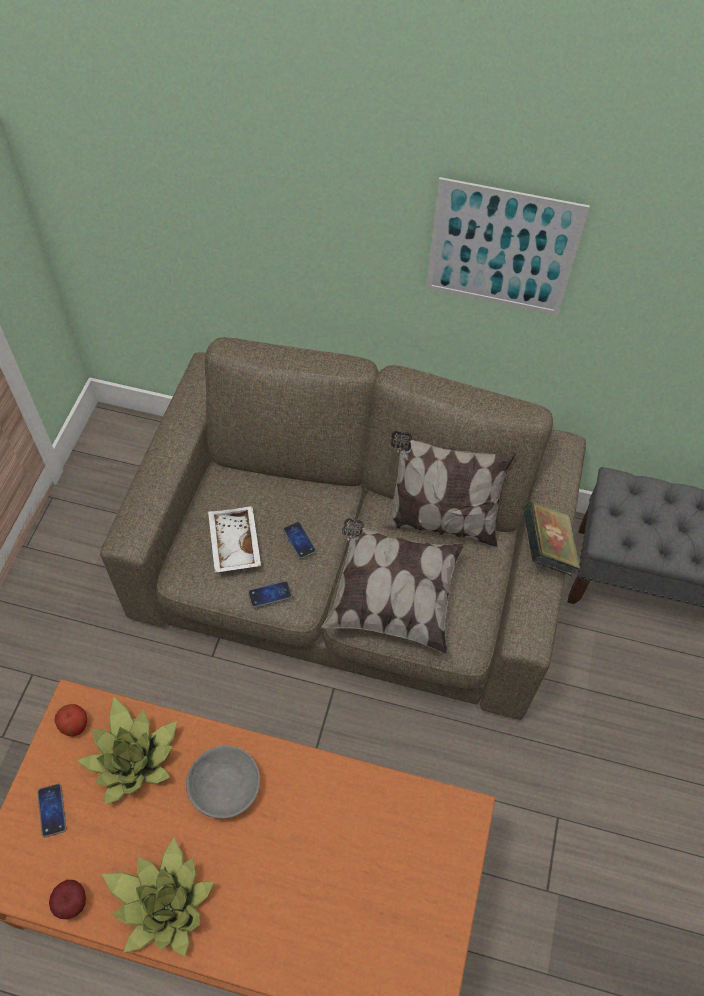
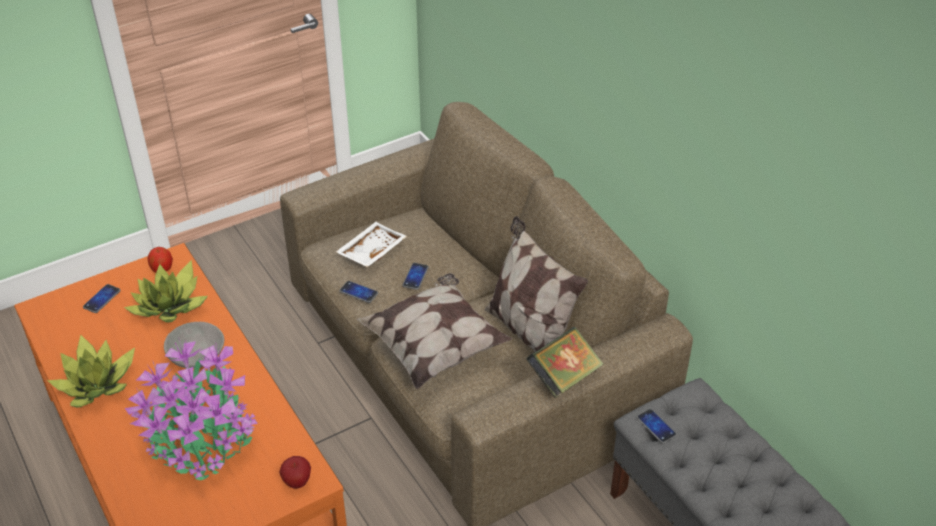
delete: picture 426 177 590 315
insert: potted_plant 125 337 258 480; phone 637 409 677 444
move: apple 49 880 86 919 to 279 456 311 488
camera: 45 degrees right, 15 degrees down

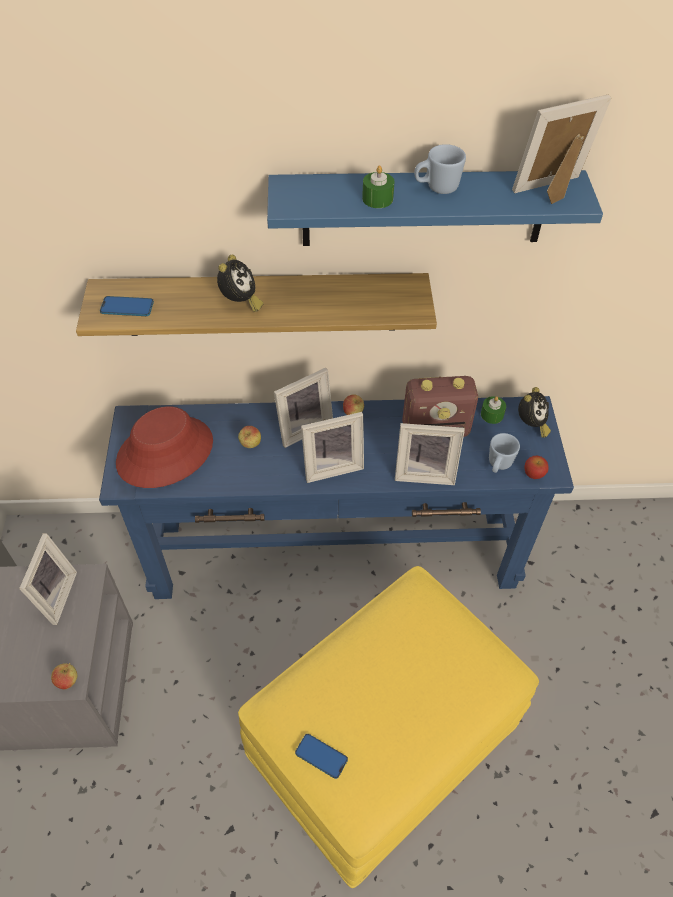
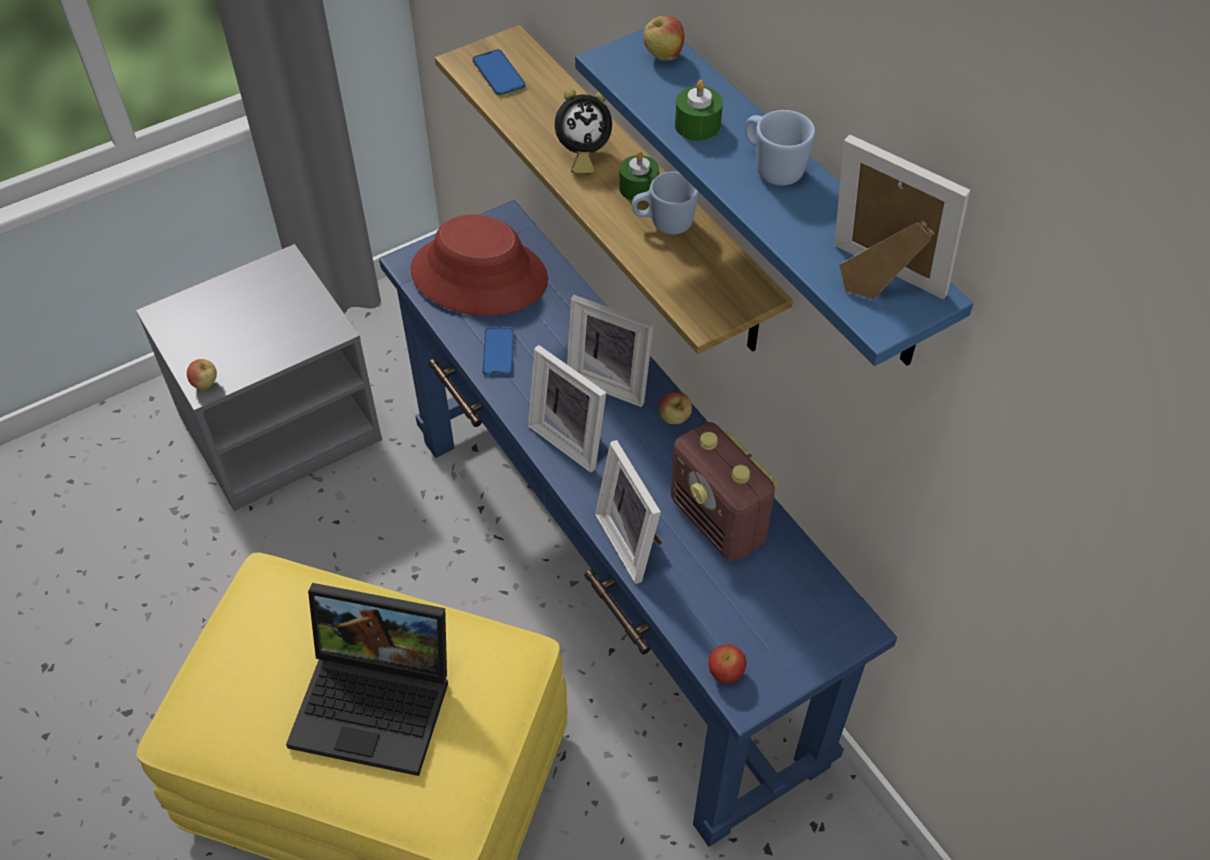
delete: picture_frame 19 533 77 625; alarm_clock 518 387 551 438
insert: laptop 286 583 448 776
move: apple 238 426 261 448 to 643 16 684 61; phone 295 734 348 779 to 483 328 514 375; green_candle 481 396 506 424 to 619 151 659 202; blue_mug 489 433 520 473 to 632 172 699 235
camera: 60 degrees right, 0 degrees up

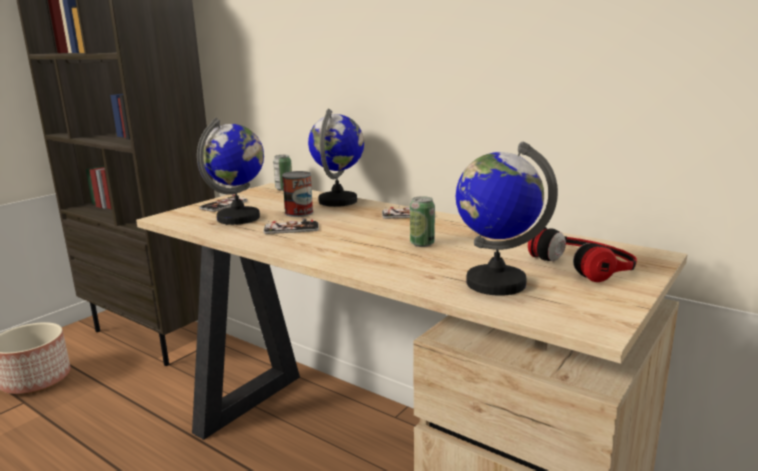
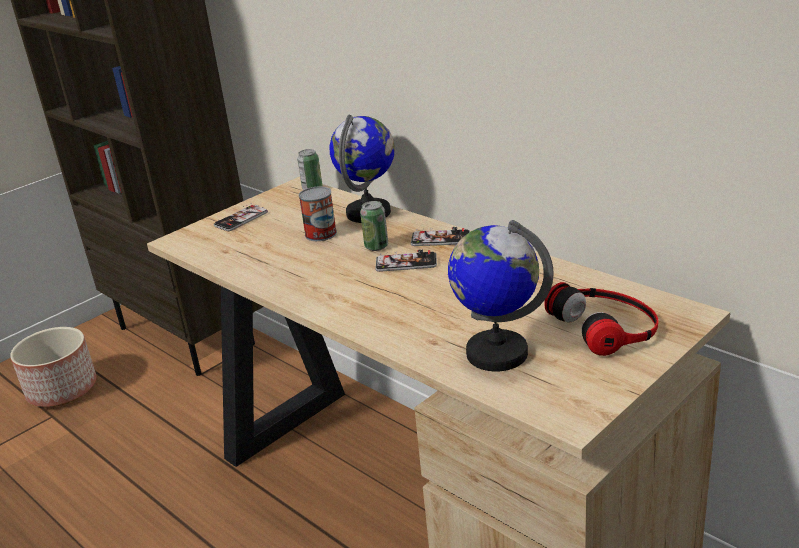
delete: globe 197 118 264 225
move: phone 263 218 319 234 to 375 249 437 272; can 410 196 435 247 to 360 201 388 251
camera: 10 degrees right, 10 degrees up

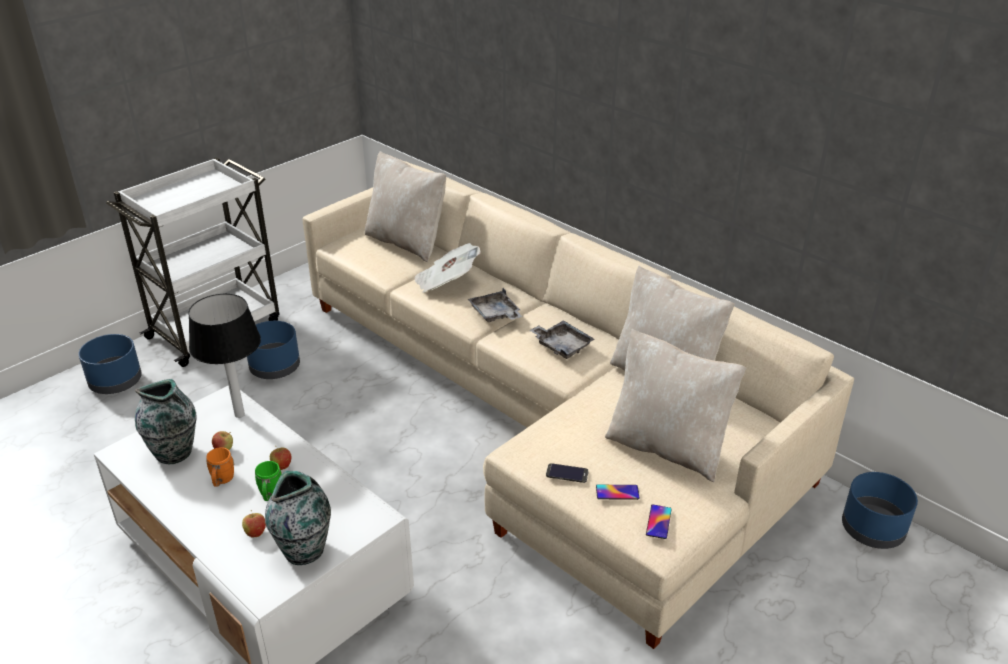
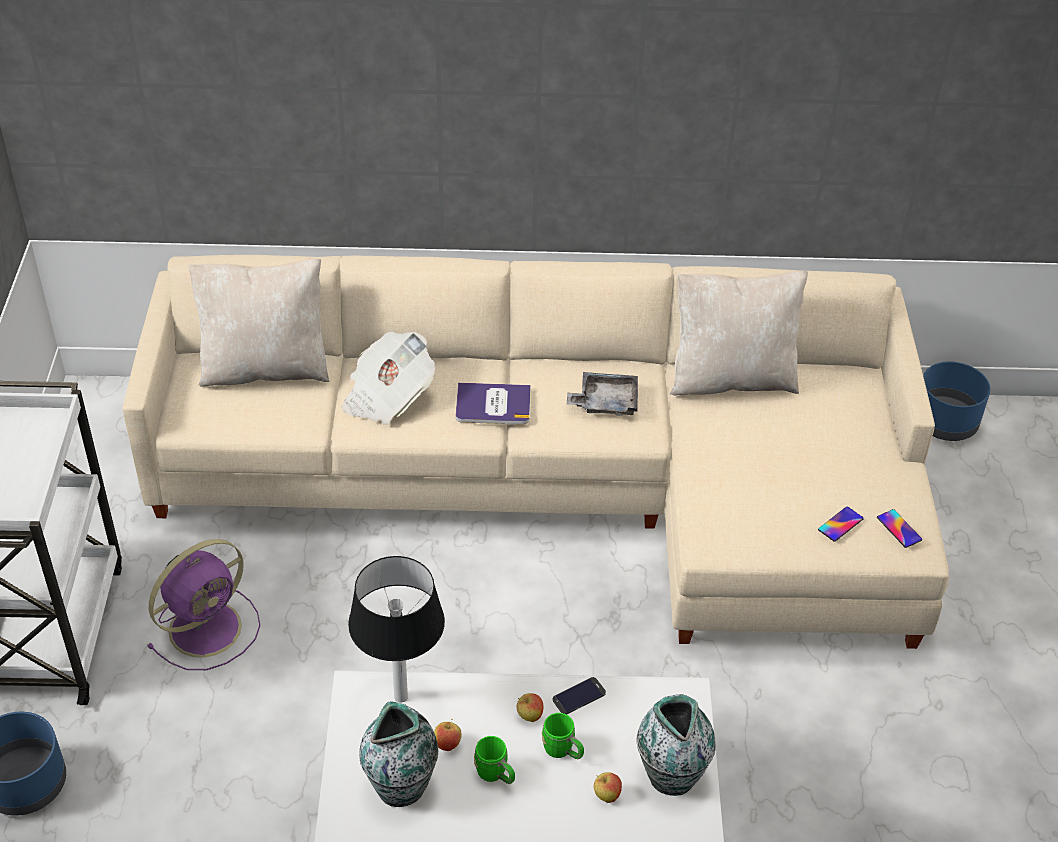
delete: beige_pillow 605 329 746 482
move: phone 546 463 589 483 to 553 677 606 715
replace: blue_planter 247 321 300 379 to purple_fan 147 539 260 670; grey_tray 468 288 522 322 to book 456 383 531 425
recolor: orange_mug 206 447 234 487 to green_mug 474 736 515 784
camera: 45 degrees left, 10 degrees up

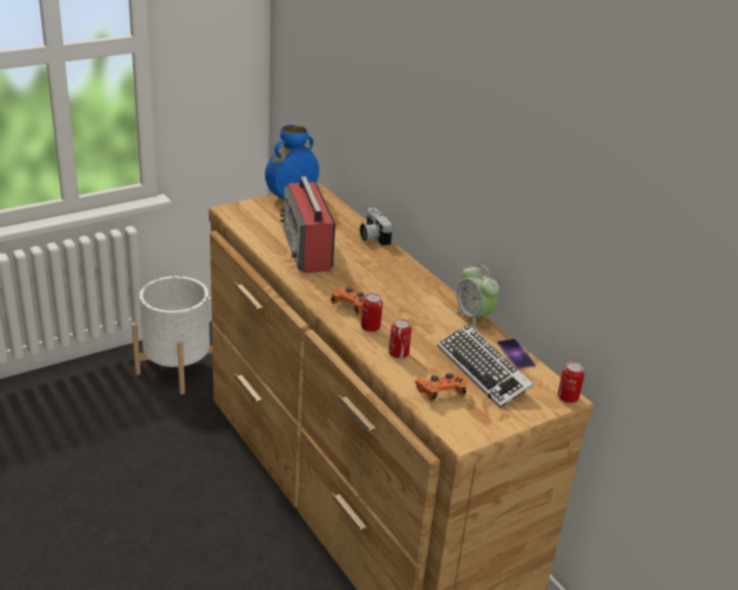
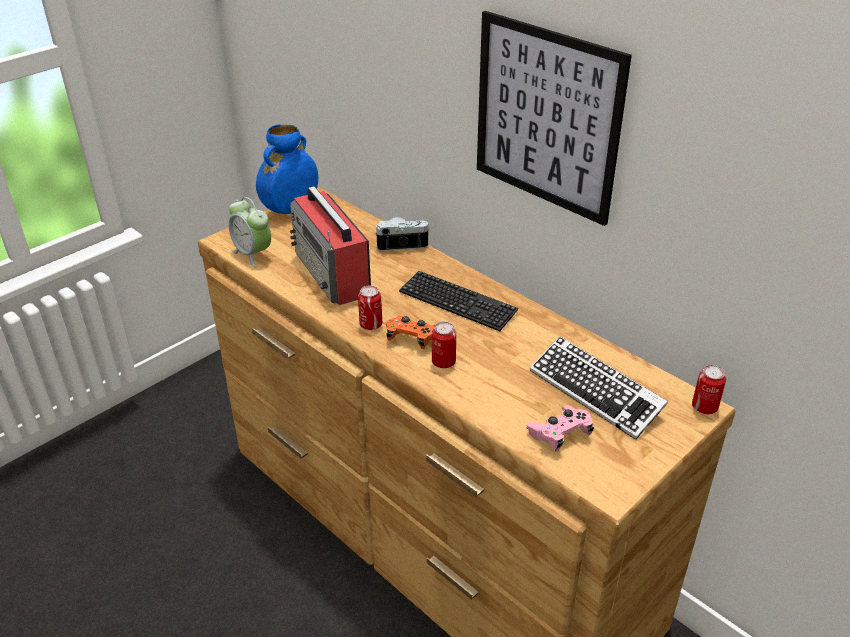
delete: white_planter 132 276 213 394; phone 497 339 536 369
insert: keyboard 399 271 518 331; picture 477 11 632 226
move: can 389 319 412 359 to 358 285 382 330; alarm_clock 454 265 499 330 to 229 197 271 267
recolor: orange_game_controller 415 373 467 402 to pink_game_controller 526 405 594 451
rotate: photo_camera 360 208 393 247 = 375 217 430 251 120 degrees clockwise
camera: 10 degrees left, 5 degrees up

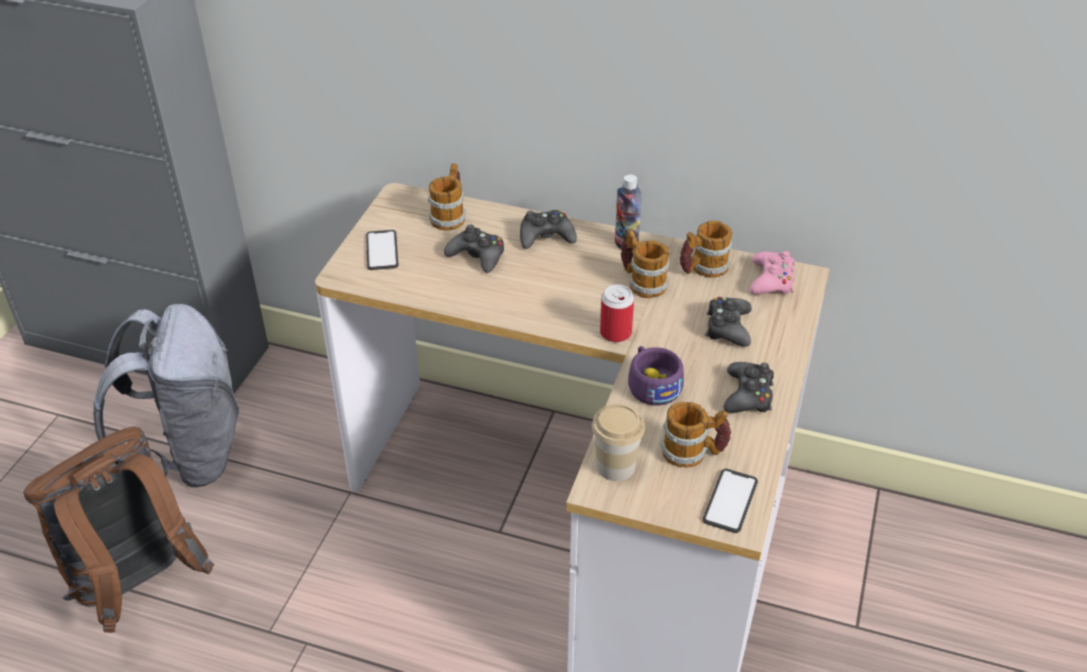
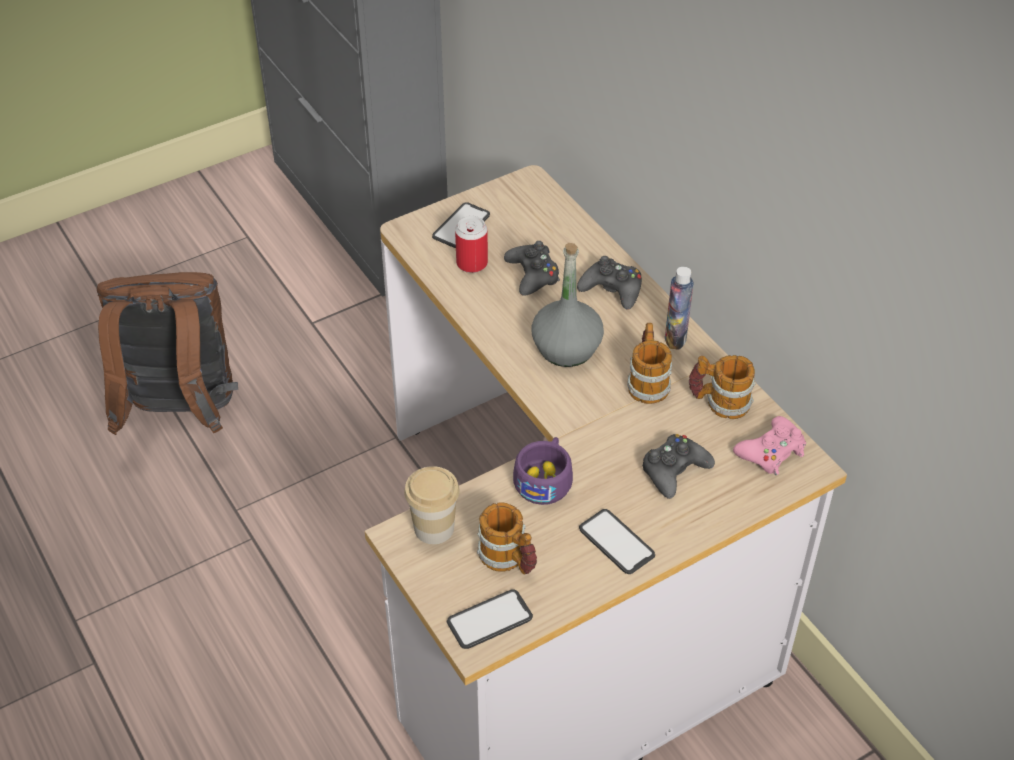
delete: grey_backpack 93 304 239 488; mug 428 163 466 230
insert: grey_bottle 531 243 604 367
move: can 600 284 634 342 to 455 216 488 273
replace: black_game_controller 724 362 774 413 to phone 579 509 655 574
camera: 40 degrees right, 5 degrees up

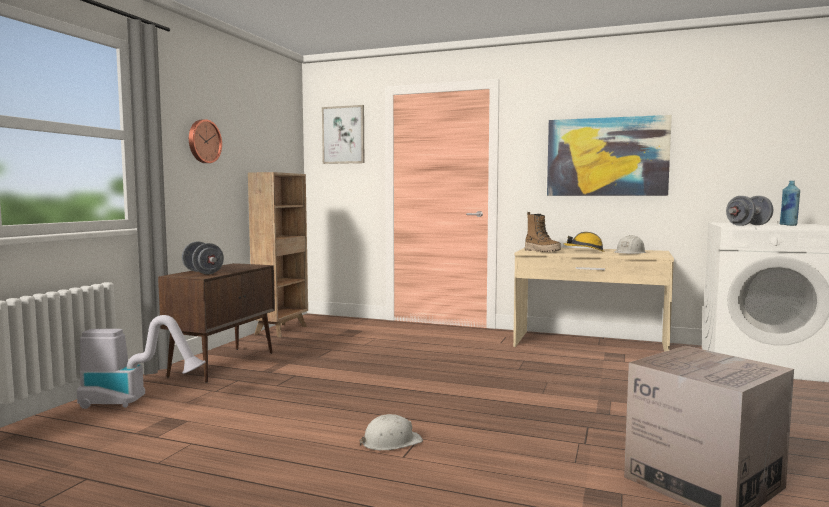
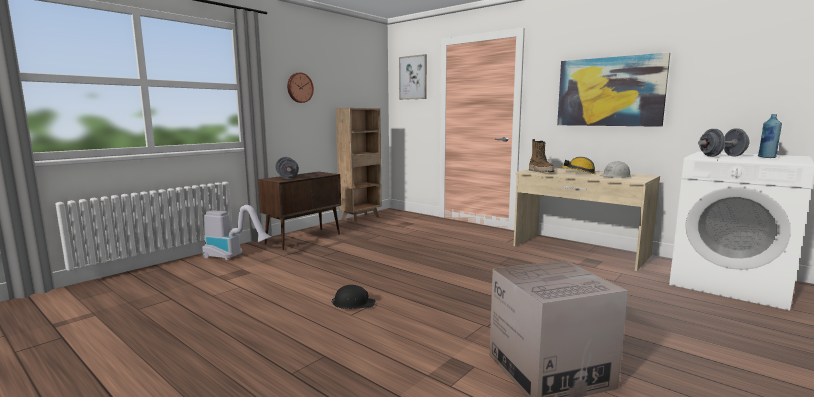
recolor: white_hard_hat 360 414 423 450 to black_hard_hat 330 285 375 309
camera: 20 degrees right, 5 degrees up

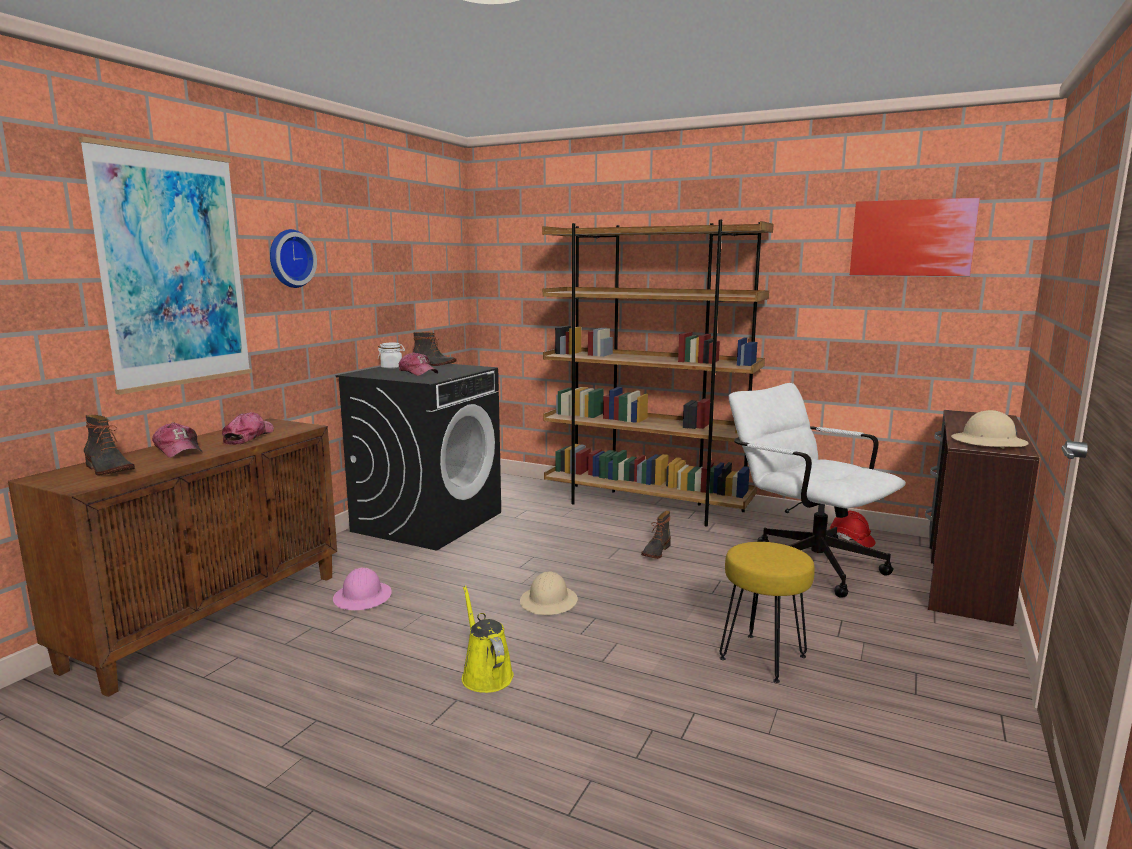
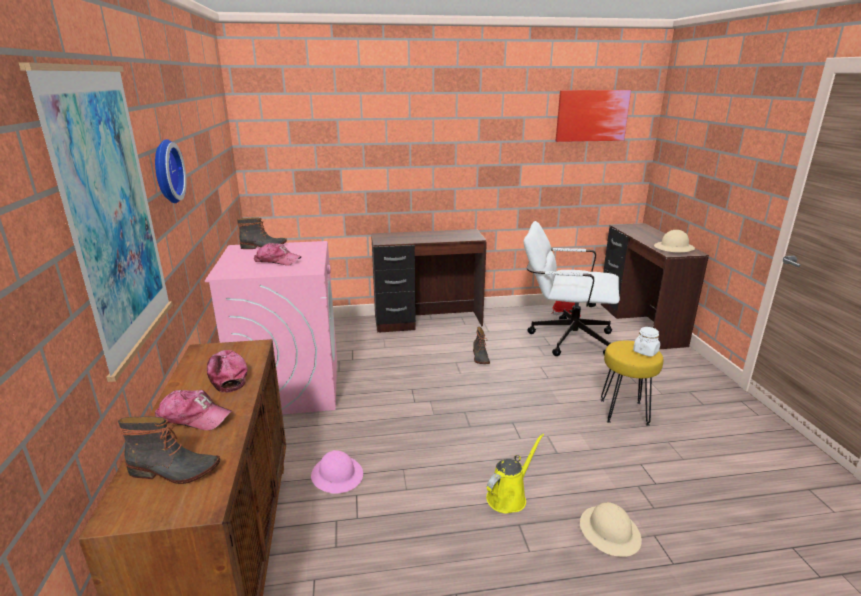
move: white_jar 378 343 405 369 to 633 327 660 357; beige_hard_hat 520 571 578 615 to 580 502 642 557
replace: brown_bookcase 542 220 773 527 to brown_desk 371 229 487 333
recolor: black_washing_machine 336 364 501 551 to pink_washing_machine 205 241 337 415
rotate: yellow_watering_can 462 586 514 693 = 486 433 544 514 105 degrees clockwise
camera: 35 degrees left, 10 degrees up

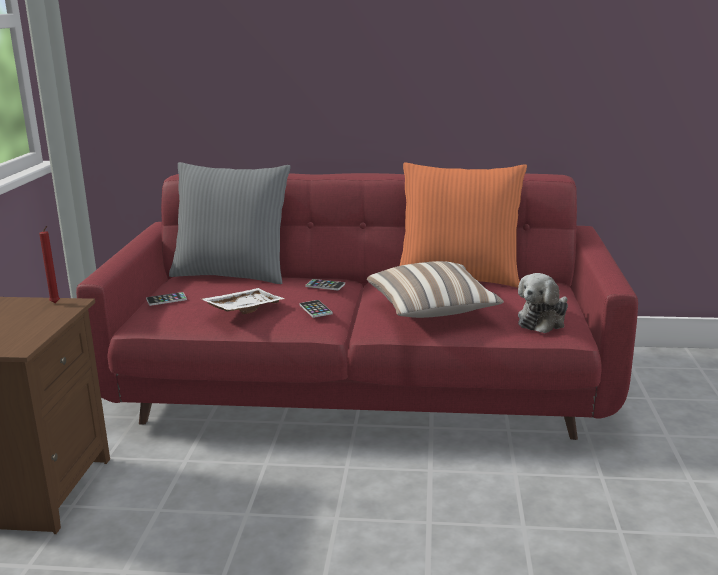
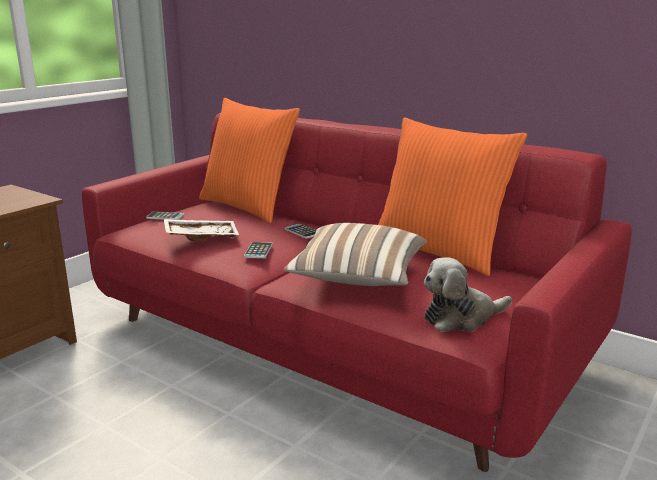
delete: red_candle 39 226 60 303
recolor: grey_pillow 169 162 291 284 to orange_pillow 199 98 300 223
camera: 30 degrees right, 0 degrees up

